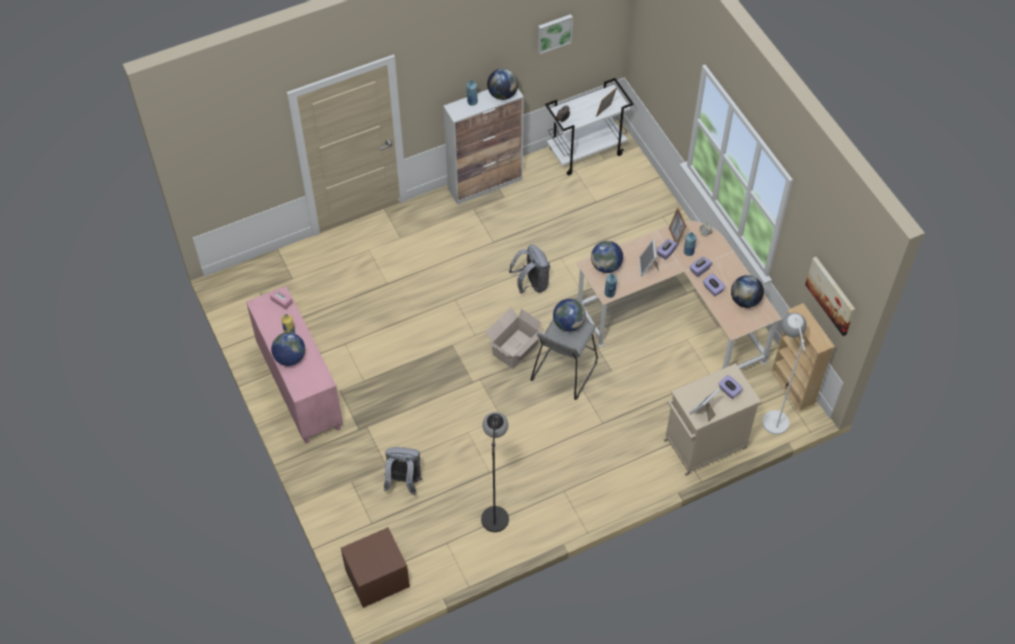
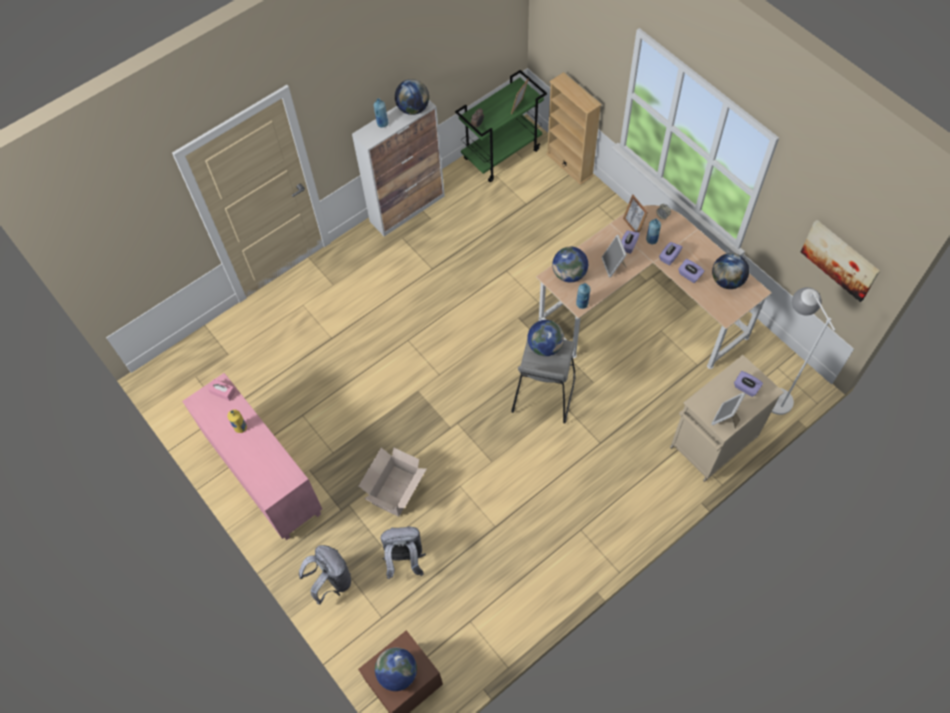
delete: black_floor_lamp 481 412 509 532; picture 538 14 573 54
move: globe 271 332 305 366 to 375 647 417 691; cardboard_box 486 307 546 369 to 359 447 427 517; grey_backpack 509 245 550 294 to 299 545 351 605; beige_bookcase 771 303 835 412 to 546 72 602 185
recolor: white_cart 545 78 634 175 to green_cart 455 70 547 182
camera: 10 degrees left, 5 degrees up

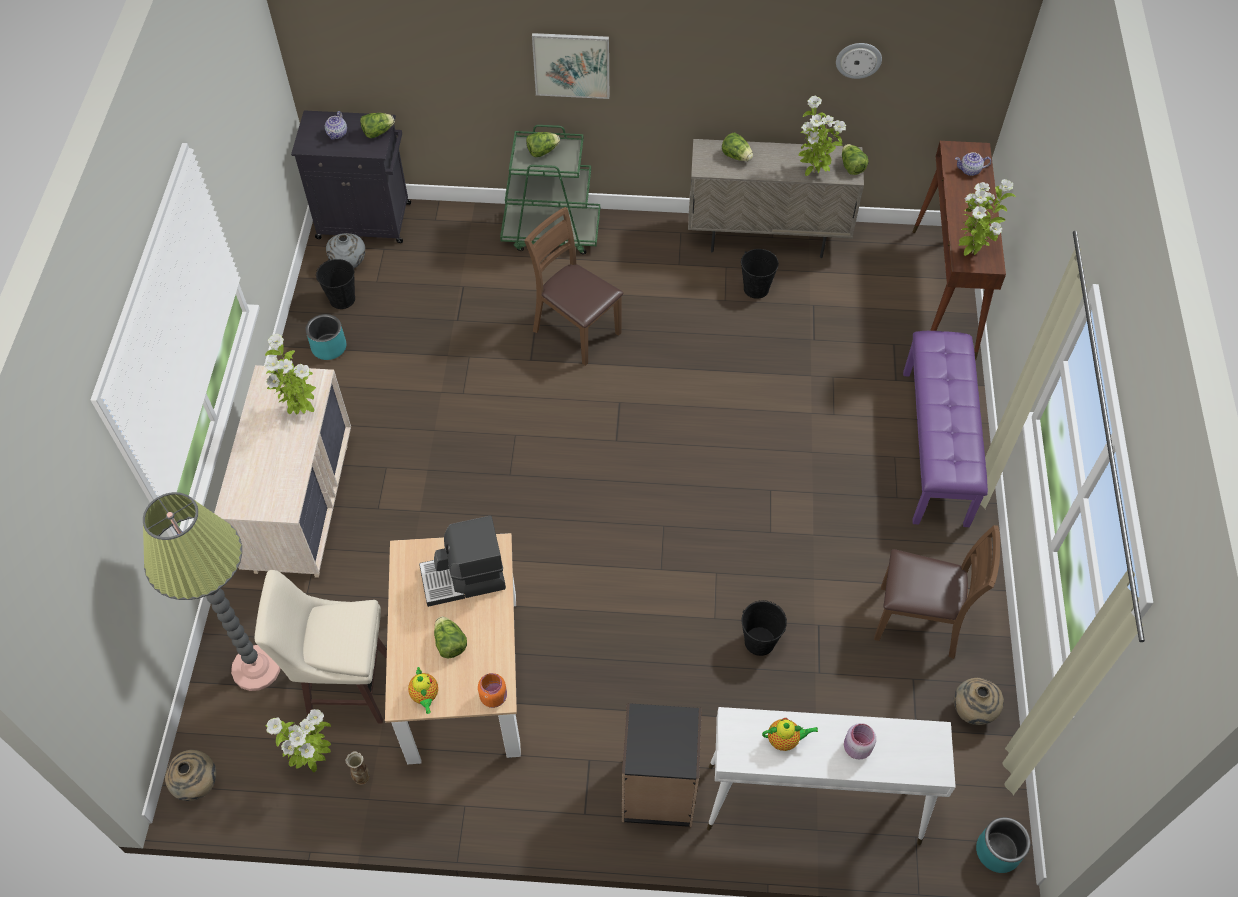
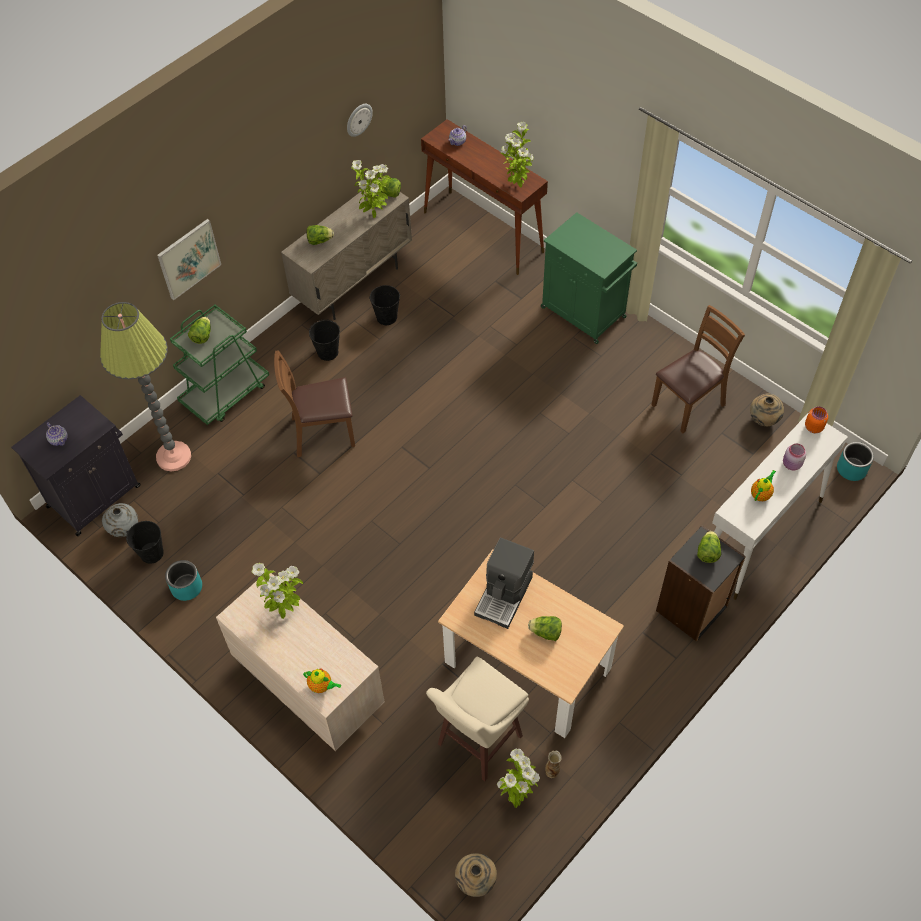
move: floor_lamp 143 492 280 691 to 100 302 191 472; lettuce 360 113 395 138 to 697 531 721 563; teapot 408 667 438 714 to 303 668 341 693; orange_jar 478 673 507 708 to 805 407 828 433; black_bucket 742 600 787 656 to 309 319 340 361
replace: purple_bench 903 331 988 527 to green_cabinet 541 212 637 344
camera: 50 degrees left, 0 degrees up

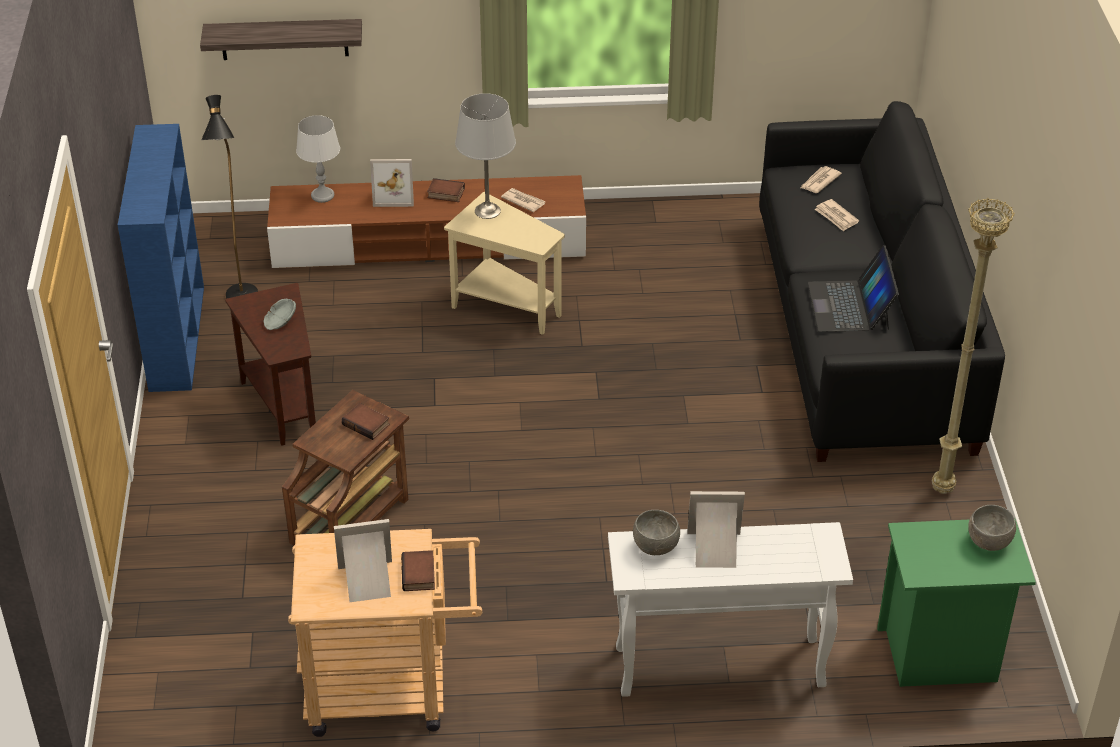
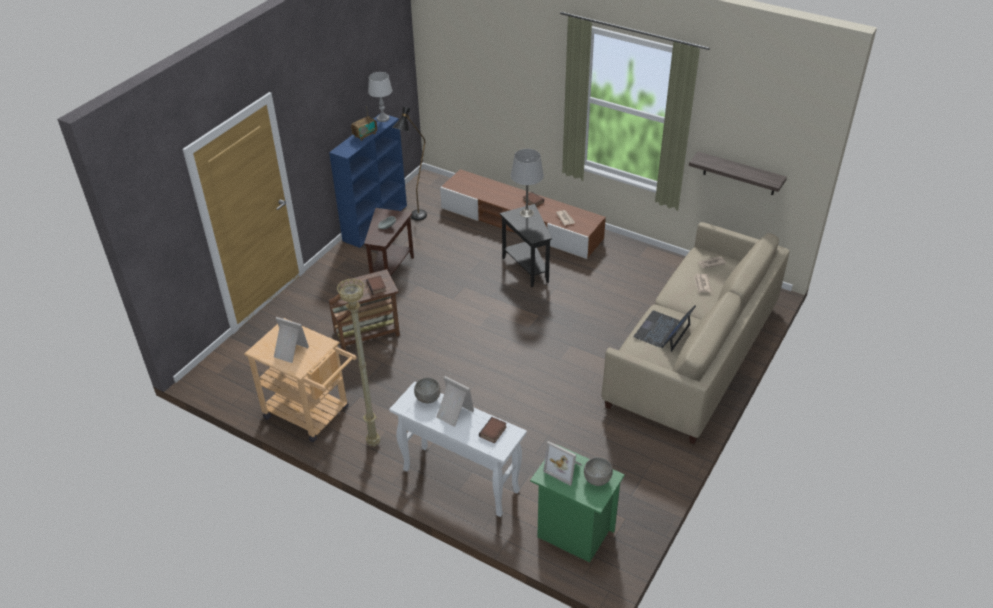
insert: radio 351 106 377 141
move: shelf 200 19 362 60 to 689 151 787 195; grey_table_lamp 296 115 340 203 to 368 72 392 122; picture_frame 370 159 414 207 to 543 441 582 486; book 401 550 435 591 to 479 417 507 443; beige_floor_lamp 932 198 1015 494 to 337 279 380 447
recolor: beige_side_table 444 192 565 335 to black_side_table 500 204 552 287; black_sofa 759 101 1005 462 to beige_sofa 602 222 790 444
camera: 35 degrees right, 0 degrees up

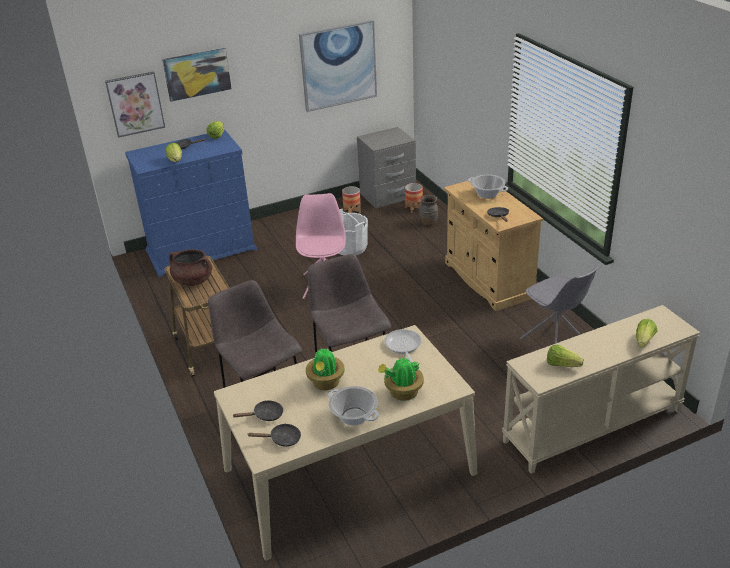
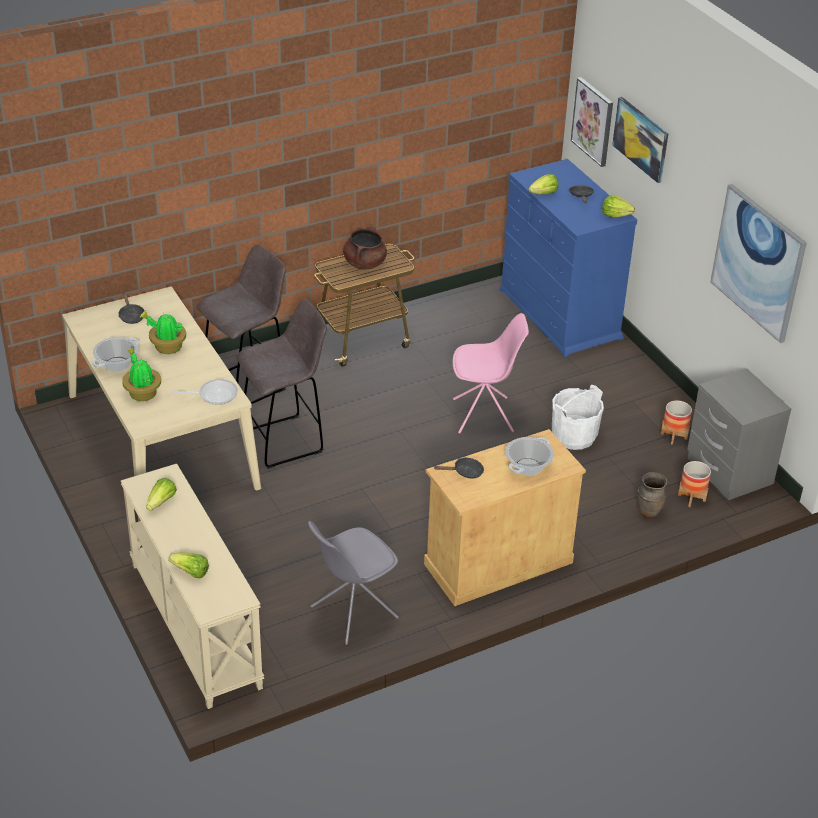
delete: black_frying_pan 248 423 301 447
camera: 85 degrees right, 5 degrees up

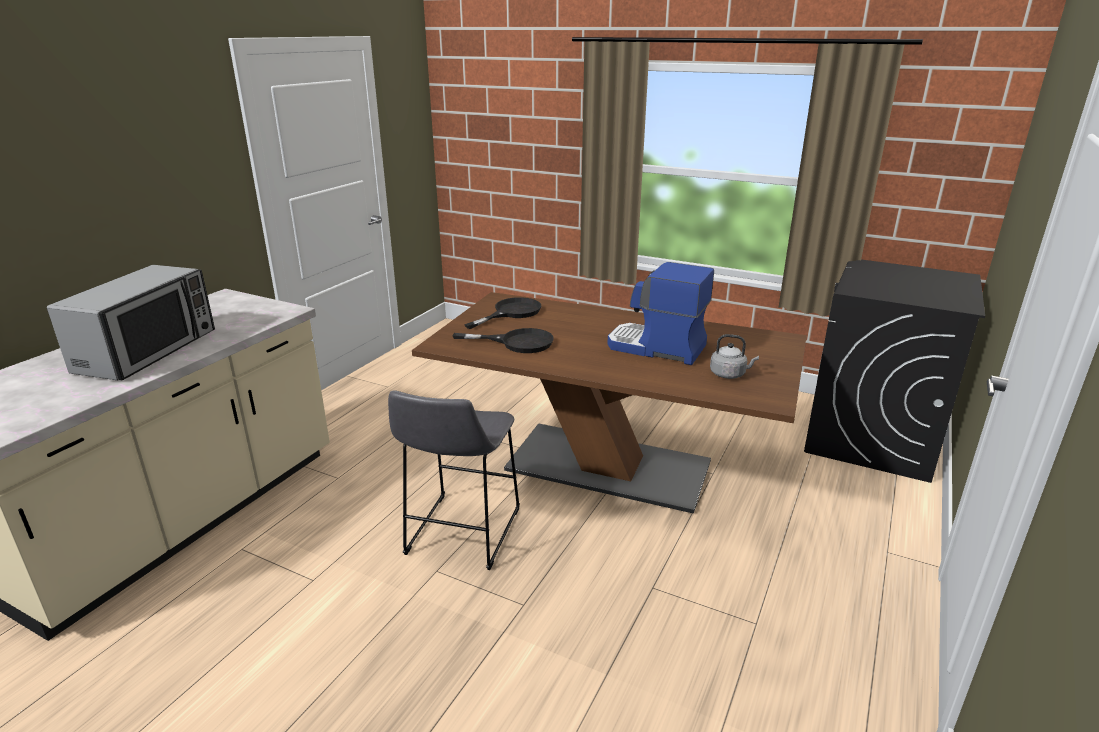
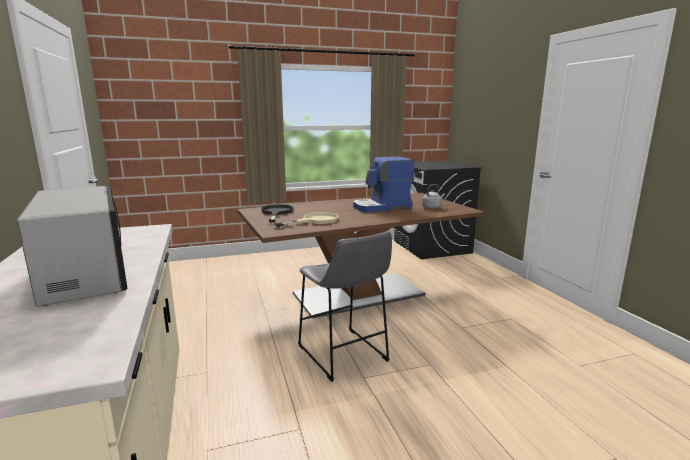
recolor: black_frying_pan 453 328 554 353 to beige_frying_pan 274 212 339 227
camera: 45 degrees left, 10 degrees down

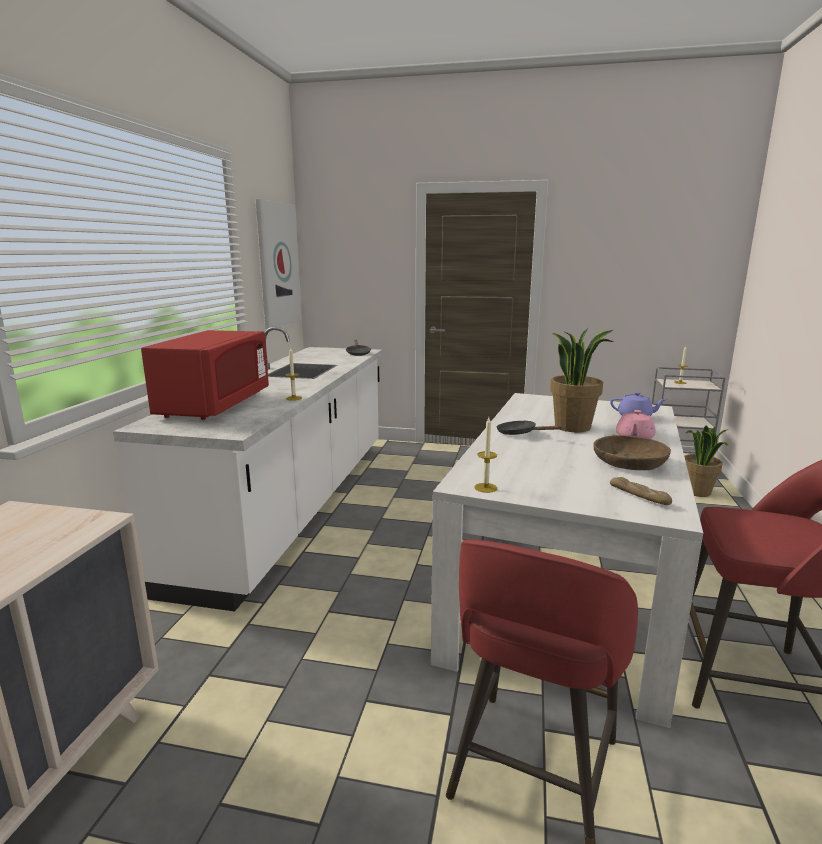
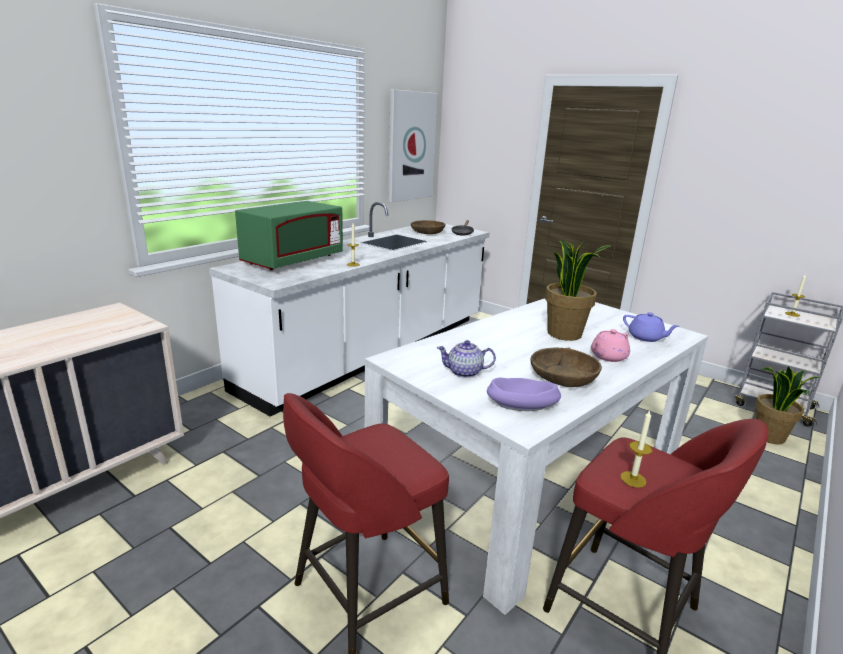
delete: black_frying_pan 497 420 562 435
insert: brown_bowl 411 220 445 234; teapot 437 340 496 378
move: candle 475 417 497 493 to 620 410 652 488
replace: bread 610 477 672 505 to purple_bowl 487 378 561 411
recolor: red_microwave 141 330 269 420 to green_microwave 235 201 343 270
camera: 25 degrees right, 5 degrees up

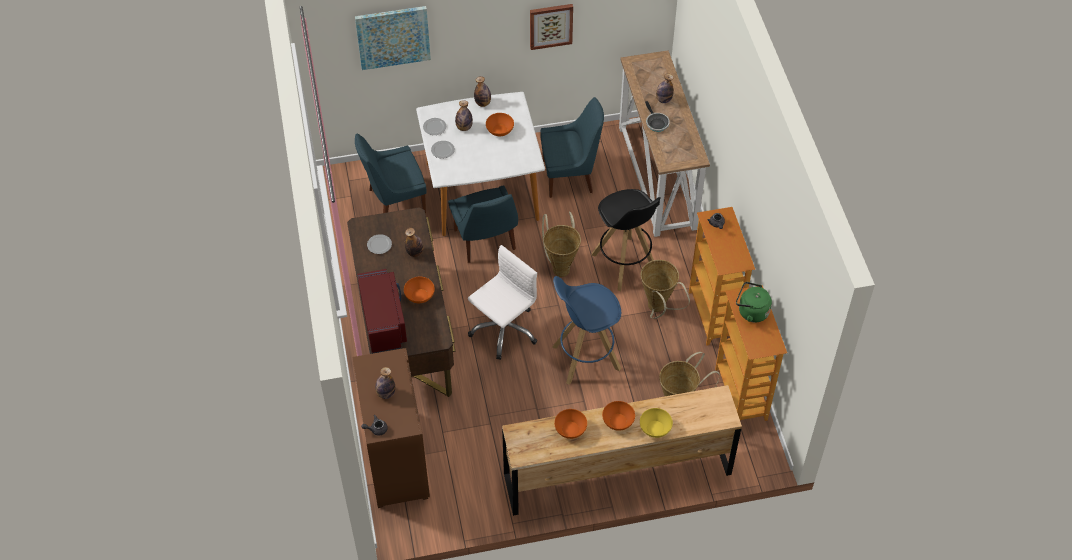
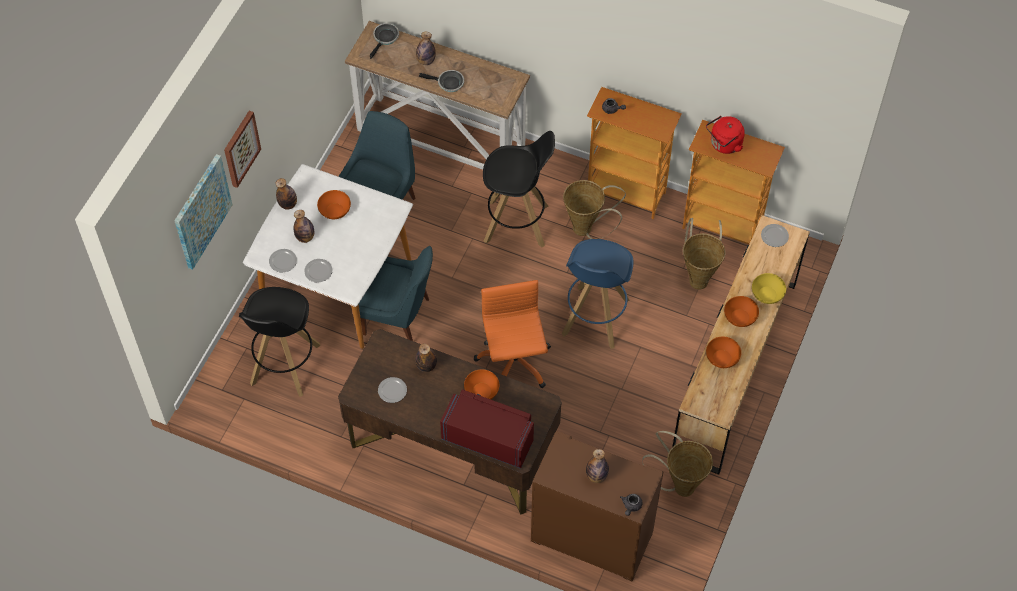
insert: frying_pan 370 23 399 59; plate 761 224 789 247
move: picture 530 4 573 50 to 224 111 261 188; basket 542 212 581 277 to 642 431 713 497
replace: blue_chair 355 133 426 213 to black_stool 239 287 321 397
recolor: white_office_chair 468 245 537 360 to orange_office_chair 474 280 551 388; green_kettle 736 282 772 323 to red_kettle 706 116 745 154
camera: 55 degrees left, 5 degrees up

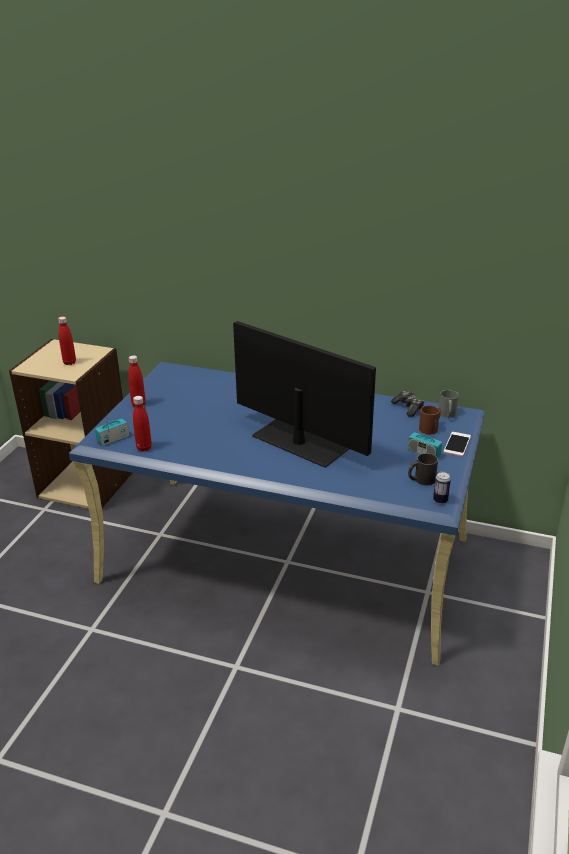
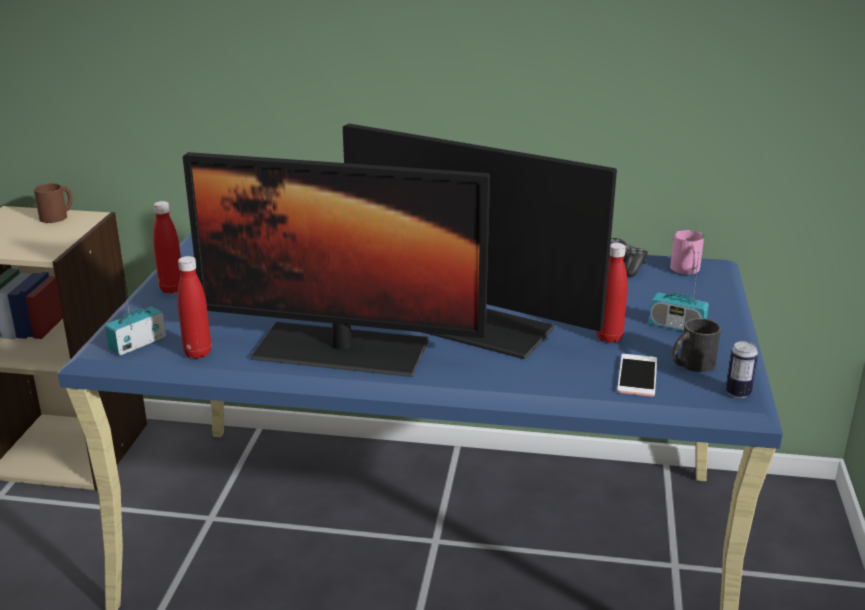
insert: monitor 183 152 490 377
move: red_bottle 58 317 76 365 to 596 243 628 343; brown_mug 419 405 441 434 to 34 183 73 223; phone 444 432 471 457 to 617 354 657 397
recolor: grey_mug 439 390 459 418 to pink_mug 670 230 704 274
camera: 10 degrees left, 5 degrees down

